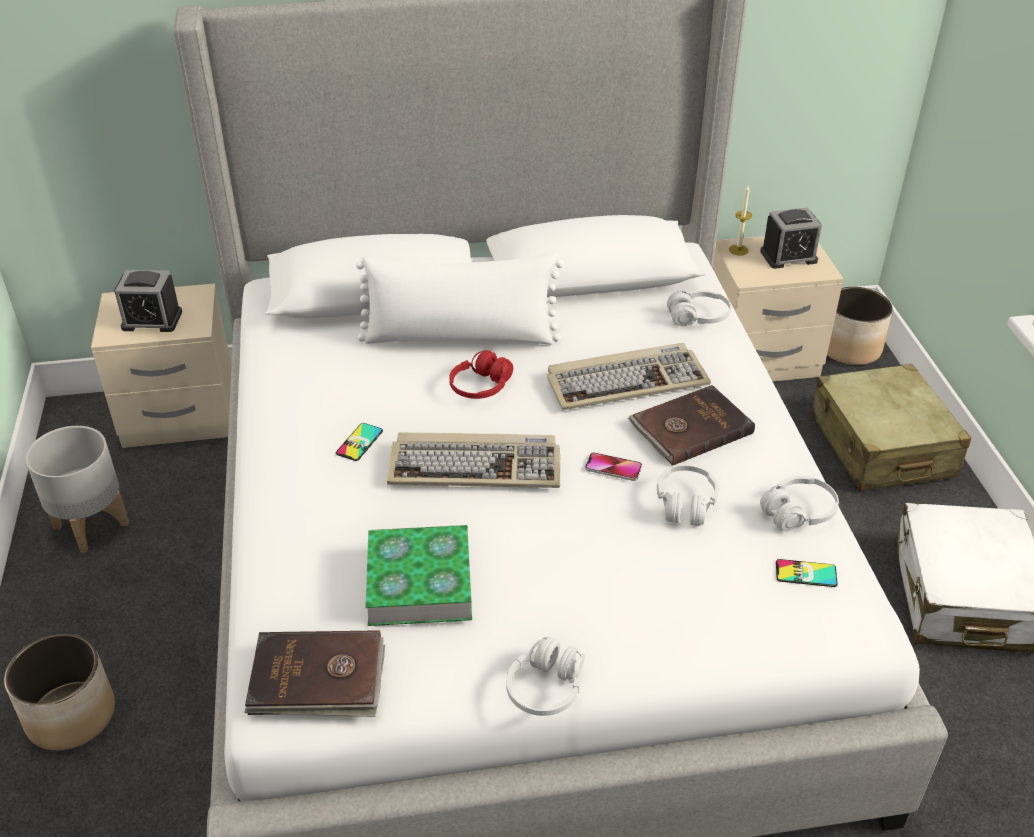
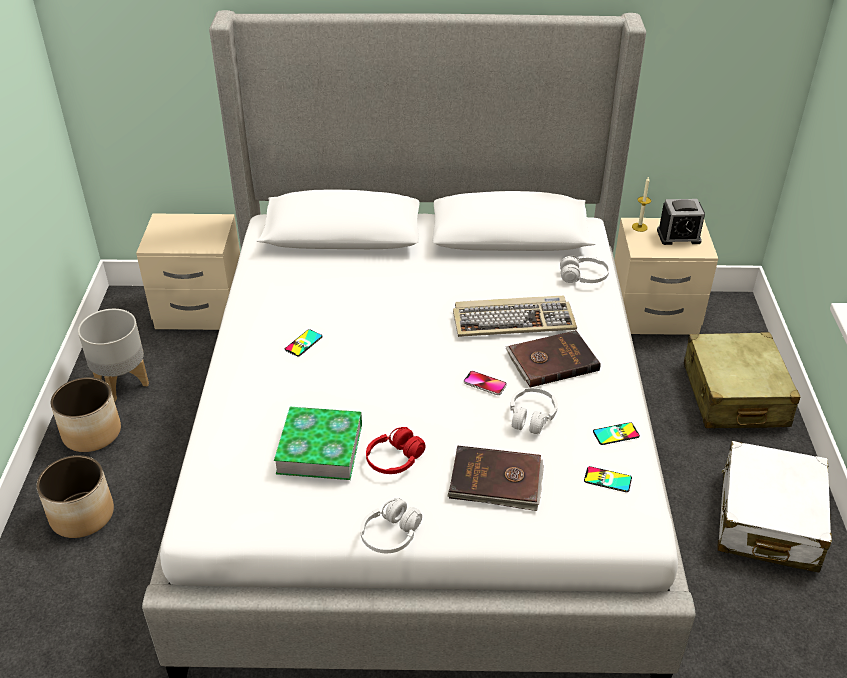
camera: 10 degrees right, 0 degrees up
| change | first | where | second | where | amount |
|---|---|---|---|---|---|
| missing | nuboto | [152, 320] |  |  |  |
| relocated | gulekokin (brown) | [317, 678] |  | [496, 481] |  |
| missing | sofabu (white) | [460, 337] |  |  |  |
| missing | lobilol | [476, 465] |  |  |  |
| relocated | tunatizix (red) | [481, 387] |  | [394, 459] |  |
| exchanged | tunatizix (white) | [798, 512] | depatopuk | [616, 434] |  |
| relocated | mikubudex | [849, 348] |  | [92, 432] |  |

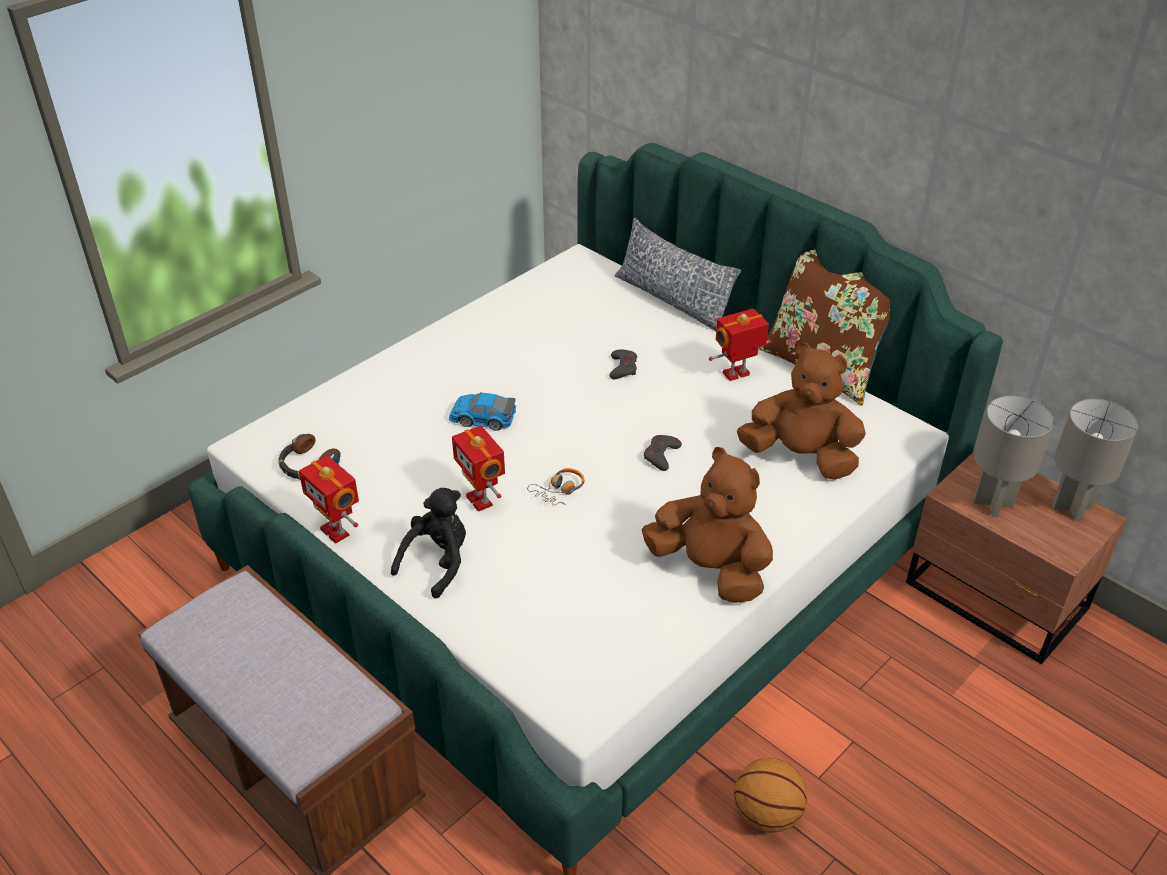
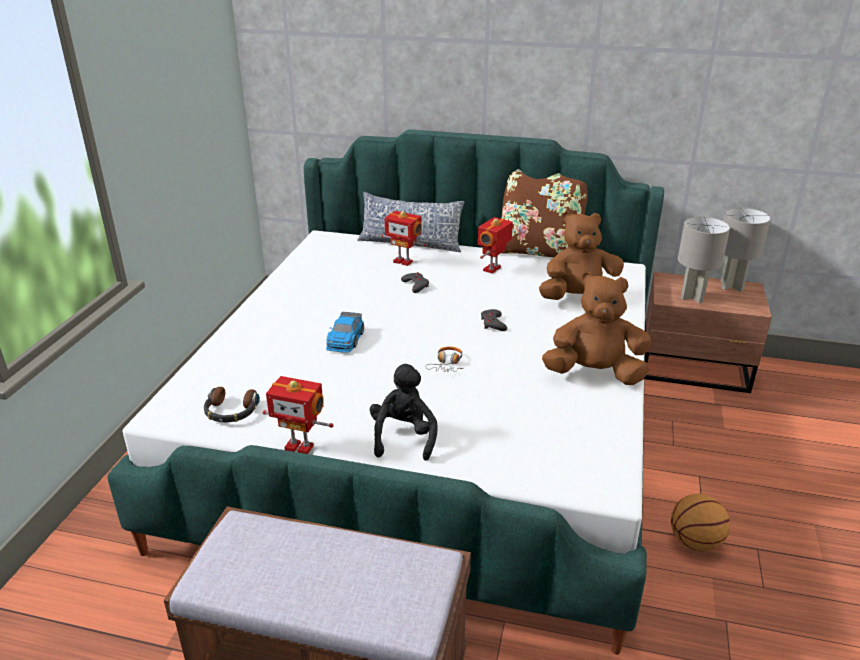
camera: 30 degrees left, 10 degrees down
| change | first | where | second | where | amount |
|---|---|---|---|---|---|
| spun | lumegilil | [482, 418] |  | [345, 340] | 60 degrees counterclockwise |
| relocated | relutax | [481, 500] |  | [403, 261] |  |

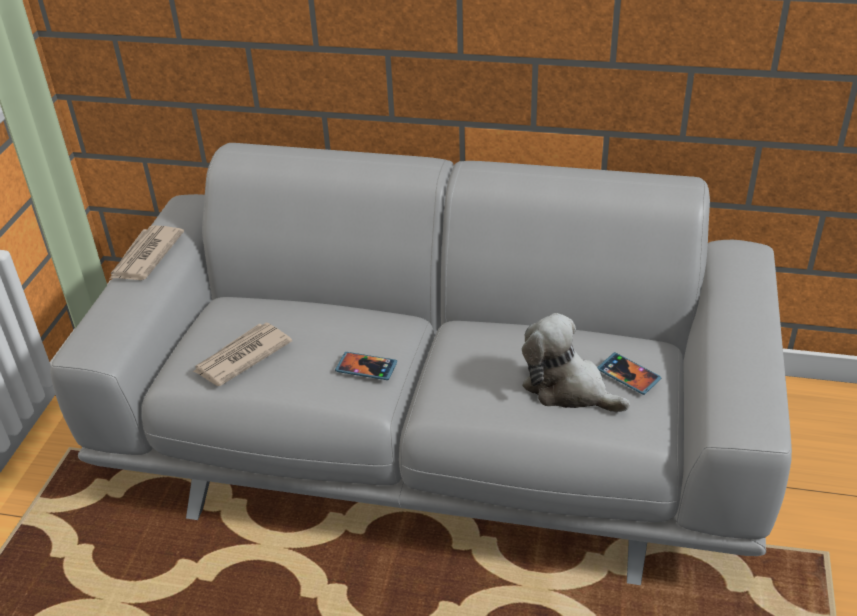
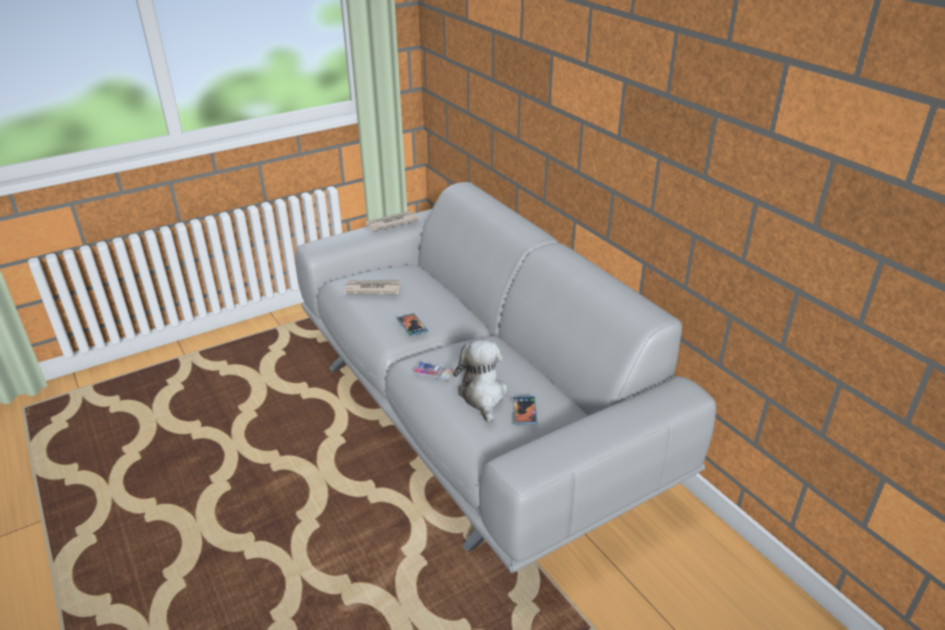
camera: 45 degrees right, 5 degrees down
| change | first | where | second | where | amount |
|---|---|---|---|---|---|
| appeared |  |  | depatopuk | [433, 372] |  |

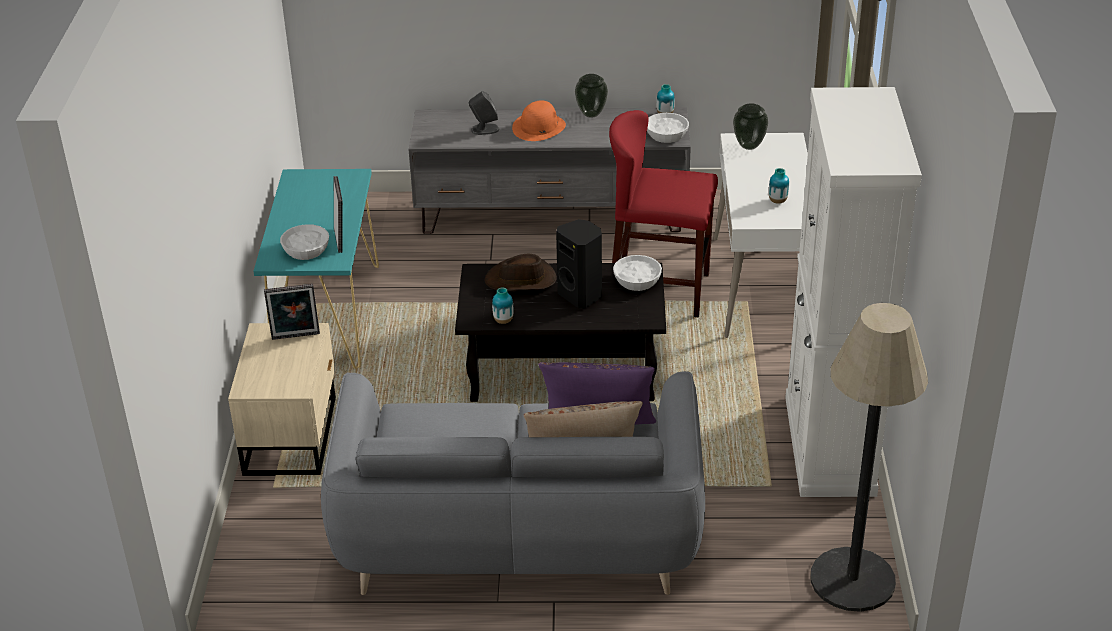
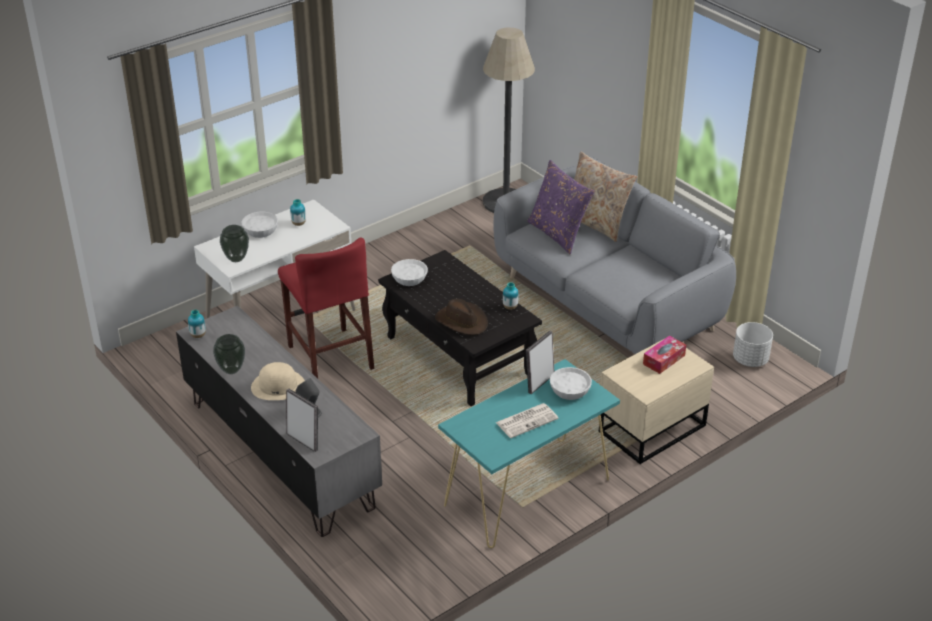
camera: 130 degrees left, 0 degrees up
| change | first | where | second | where | amount |
|---|---|---|---|---|---|
| relocated | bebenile | [296, 337] |  | [304, 440] |  |
| colour | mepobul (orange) | [539, 127] | mepobul (beige) | [278, 386] |  |
| missing | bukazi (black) | [581, 295] |  |  |  |
| relocated | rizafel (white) | [666, 135] |  | [261, 231] |  |
| missing | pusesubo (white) | [829, 446] |  |  |  |
| appeared |  |  | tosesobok | [527, 420] |  |
| appeared |  |  | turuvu | [664, 360] |  |
| appeared |  |  | mikubudex (white) | [750, 360] |  |

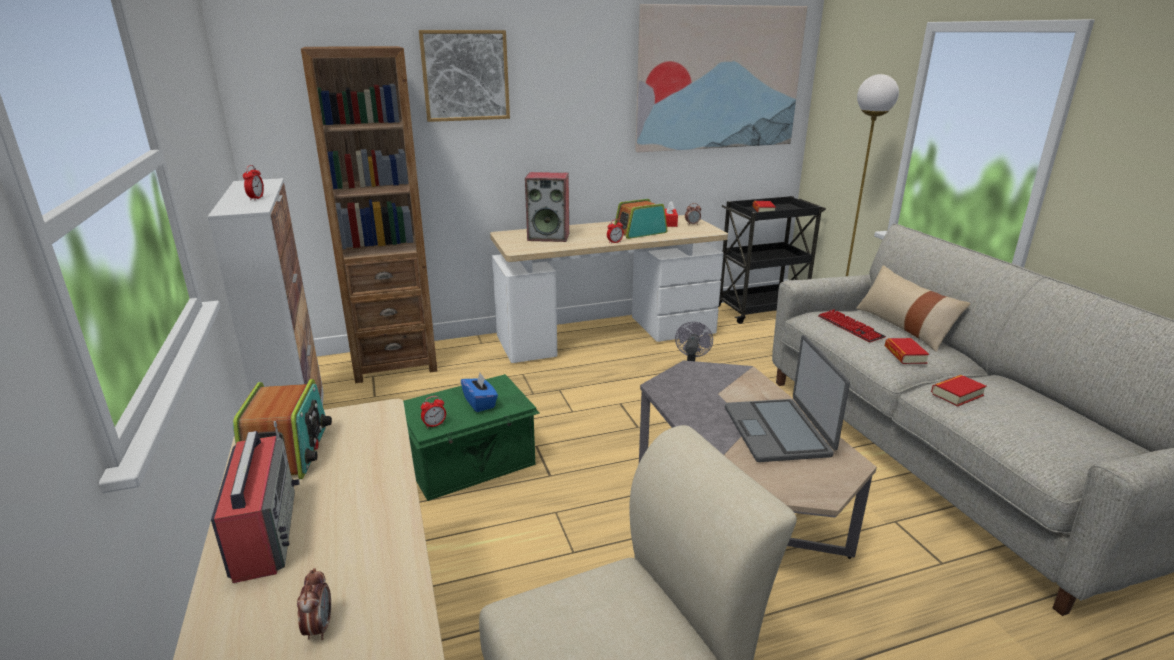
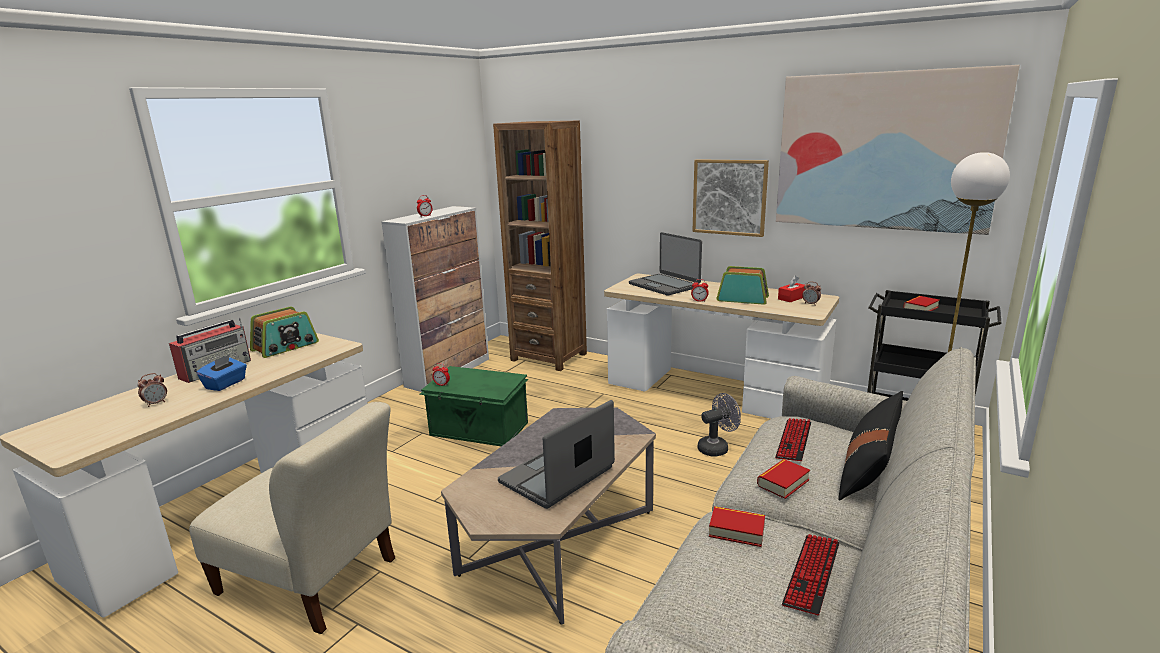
camera: 50 degrees right, 5 degrees down
| change | first | where | second | where | amount |
|---|---|---|---|---|---|
| relocated | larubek | [465, 76] |  | [729, 197] |  |
| relocated | turuvu (blue) | [480, 403] |  | [226, 384] |  |
| exchanged | bukazi | [549, 237] | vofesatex | [664, 285] |  |
| colour | sofabu (beige) | [903, 327] | sofabu (black) | [868, 468] |  |
| appeared |  |  | lobilol | [812, 574] |  |

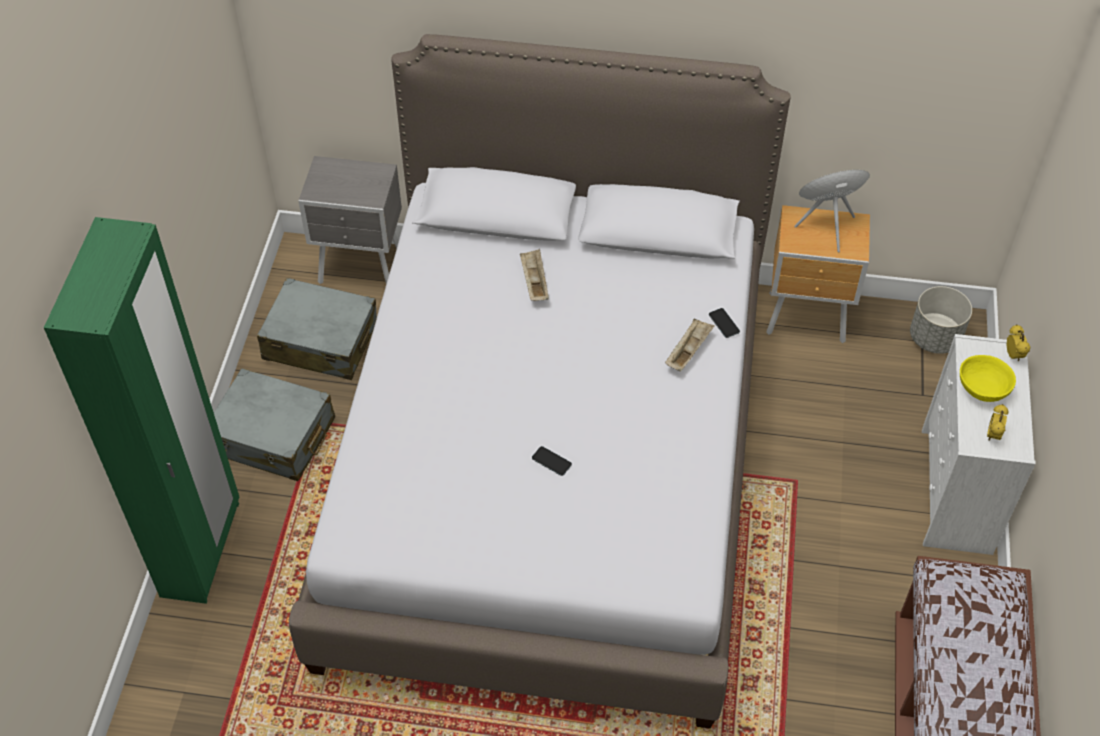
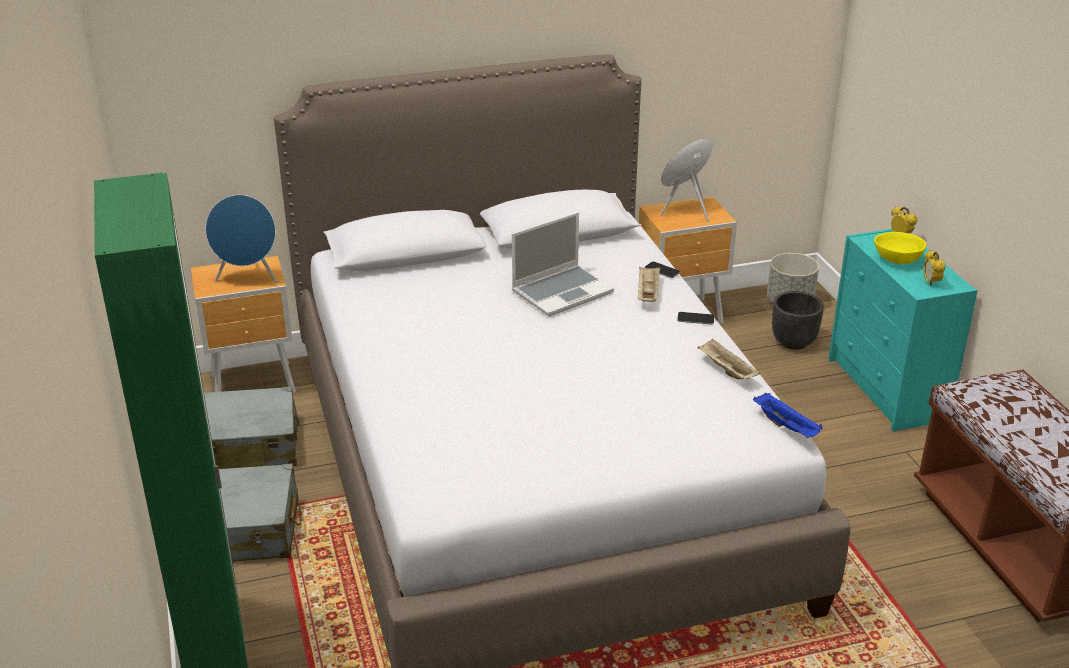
camera: 25 degrees left, 20 degrees down
| change | first | where | second | where | amount |
|---|---|---|---|---|---|
| colour | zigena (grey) | [362, 269] | zigena (brown) | [255, 385] |  |
| relocated | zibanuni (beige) | [534, 282] |  | [725, 370] |  |
| relocated | depatopuk | [551, 461] |  | [695, 318] |  |
| colour | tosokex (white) | [956, 492] | tosokex (turquoise) | [887, 390] |  |
| appeared |  |  | bukazi (blue) | [248, 278] |  |
| appeared |  |  | vofesatex | [562, 291] |  |
| appeared |  |  | zibanuni (blue) | [787, 427] |  |
| appeared |  |  | mikubudex (black) | [792, 342] |  |

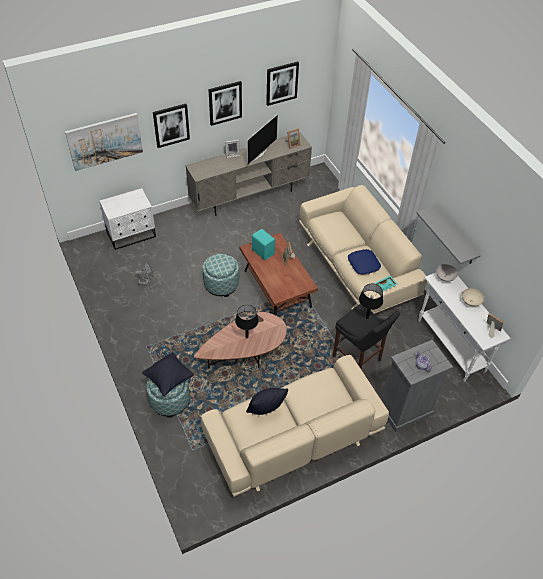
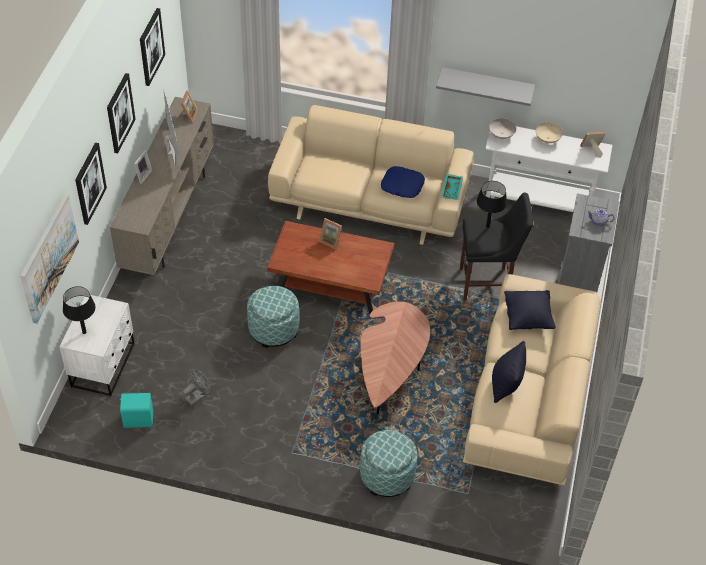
camera: 50 degrees left, 0 degrees up
| change | first | where | second | where | amount |
|---|---|---|---|---|---|
| relocated | sofabu (black) | [169, 379] |  | [527, 318] |  |
| relocated | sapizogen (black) | [247, 337] |  | [84, 332] |  |
| relocated | bukazi (turquoise) | [263, 251] |  | [138, 419] |  |

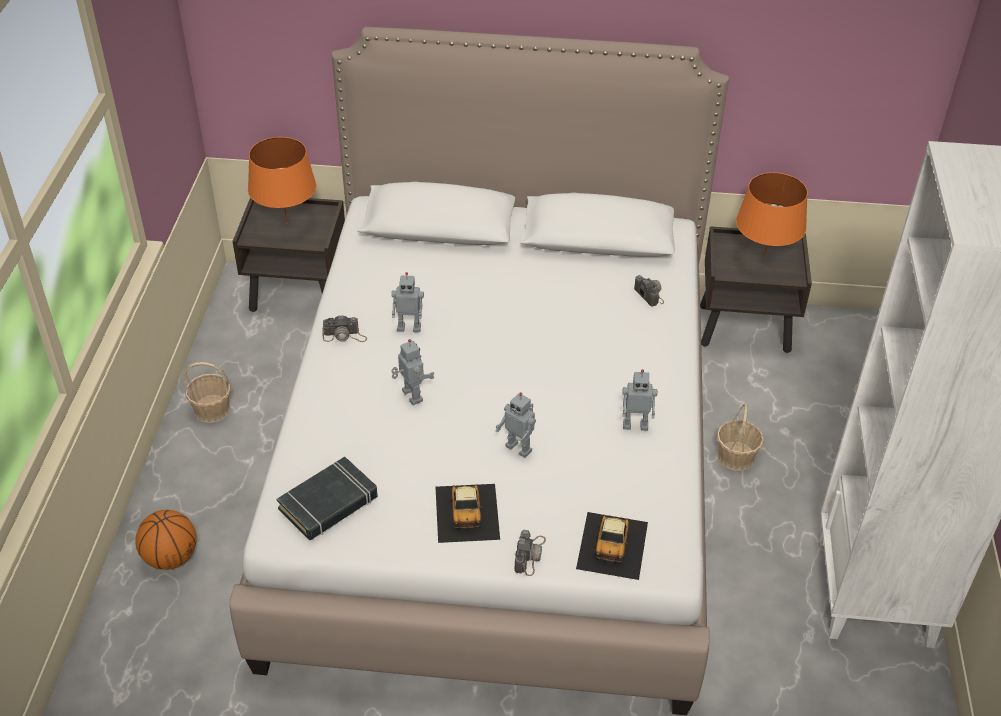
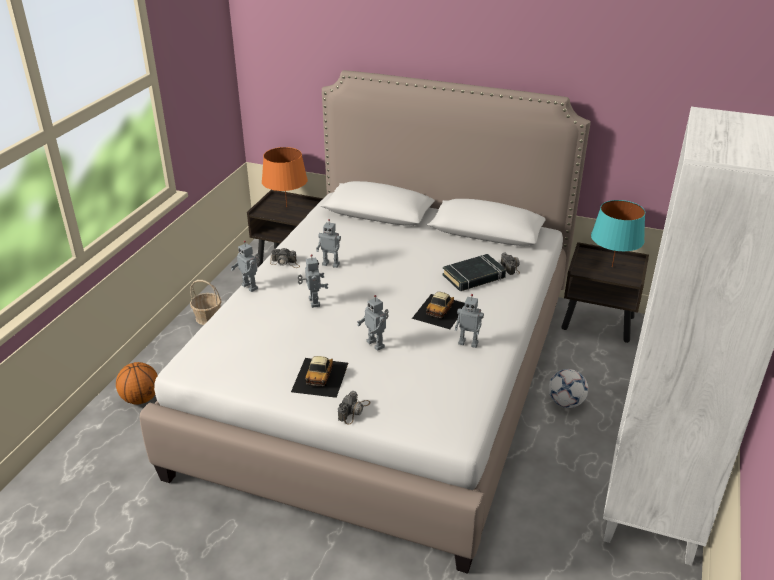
camera: 15 degrees right, 10 degrees down
| change | first | where | second | where | amount |
|---|---|---|---|---|---|
| relocated | gulekokin (black) | [329, 503] |  | [474, 277] |  |
| relocated | lumegilil | [613, 544] |  | [440, 311] |  |
| exchanged | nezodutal | [736, 456] | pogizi | [565, 402] |  |
| colour | sapizogen (orange) | [763, 259] | sapizogen (turquoise) | [611, 267] |  |
| appeared |  |  | relutax | [250, 287] |  |

